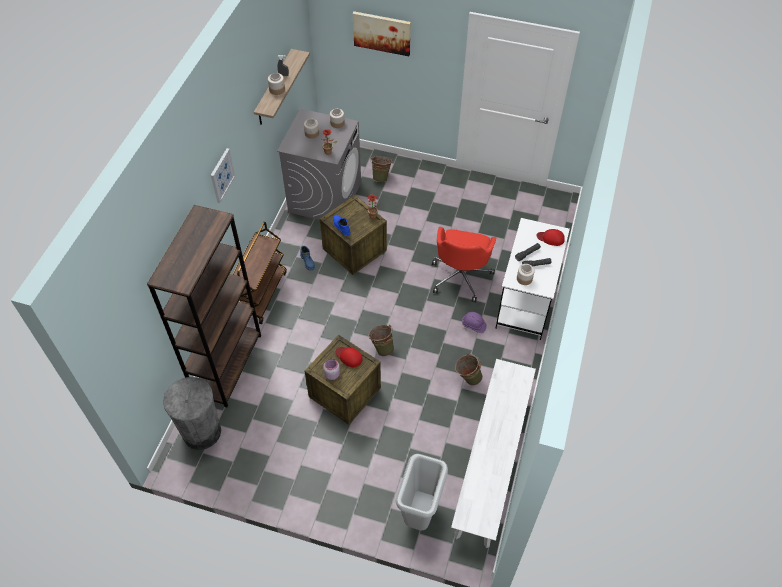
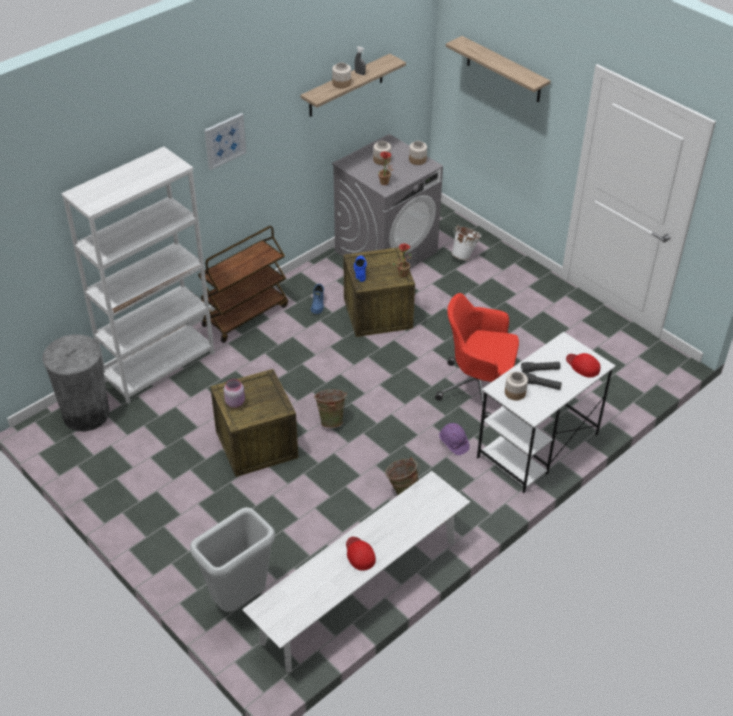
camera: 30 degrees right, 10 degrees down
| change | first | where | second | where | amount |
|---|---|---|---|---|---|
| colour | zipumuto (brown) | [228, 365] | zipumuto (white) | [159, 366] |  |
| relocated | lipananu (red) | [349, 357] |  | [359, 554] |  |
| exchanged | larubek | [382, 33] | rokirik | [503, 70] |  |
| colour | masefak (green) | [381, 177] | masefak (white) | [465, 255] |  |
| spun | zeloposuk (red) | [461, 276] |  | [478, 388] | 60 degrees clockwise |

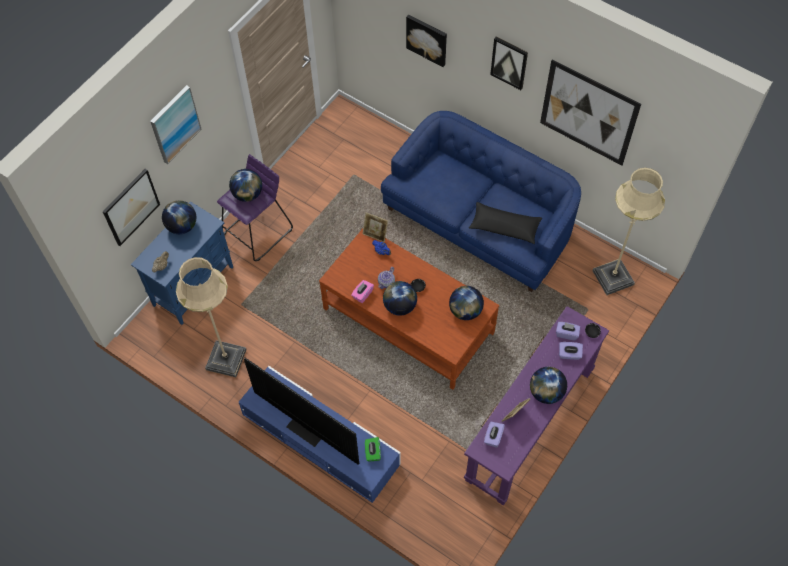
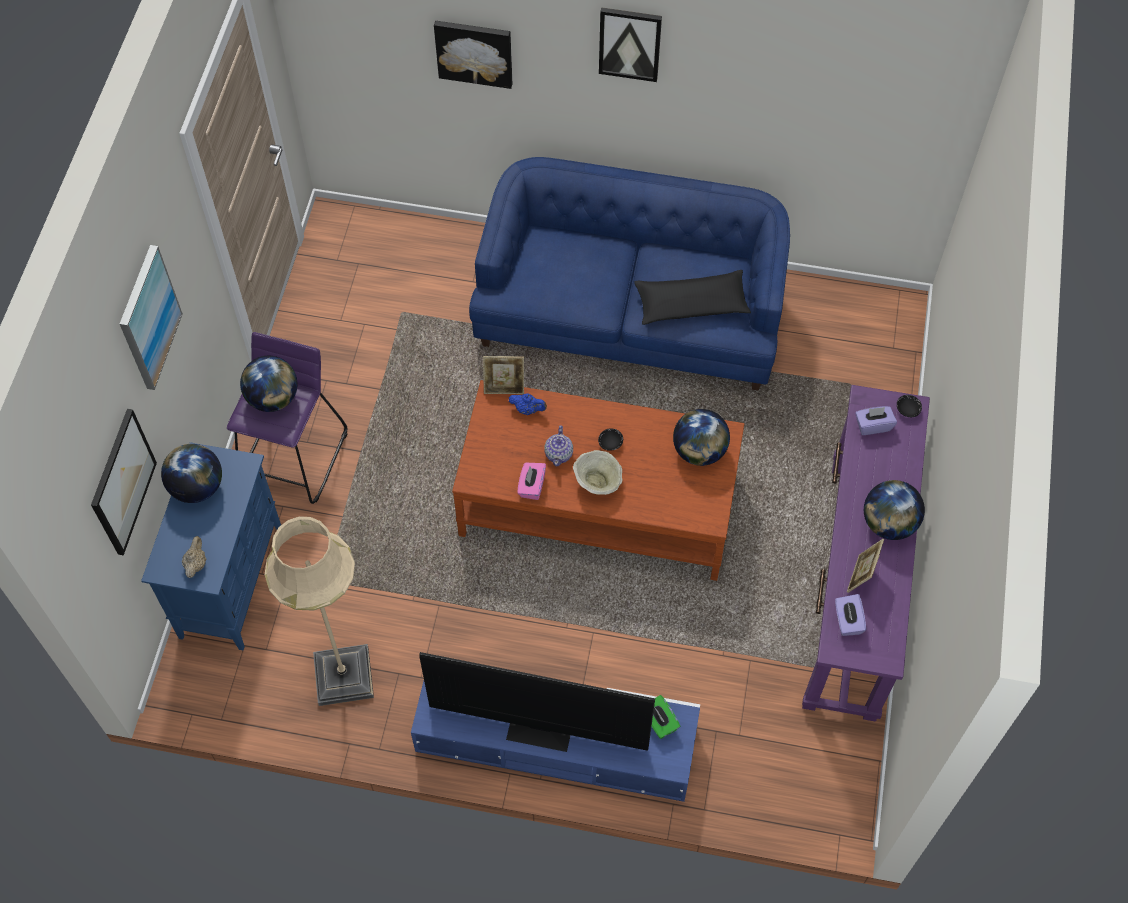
camera: 25 degrees left, 0 degrees up
| change | first | where | second | where | amount |
|---|---|---|---|---|---|
| exchanged | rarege | [400, 306] | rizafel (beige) | [598, 482] |  |
| missing | larubek | [588, 113] |  |  |  |
| missing | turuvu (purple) | [569, 354] |  |  |  |
| missing | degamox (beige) | [613, 278] |  |  |  |

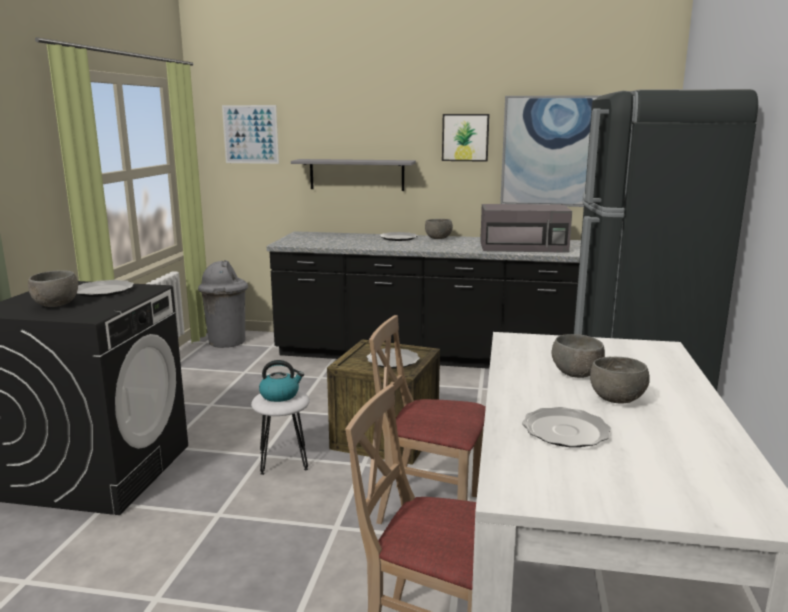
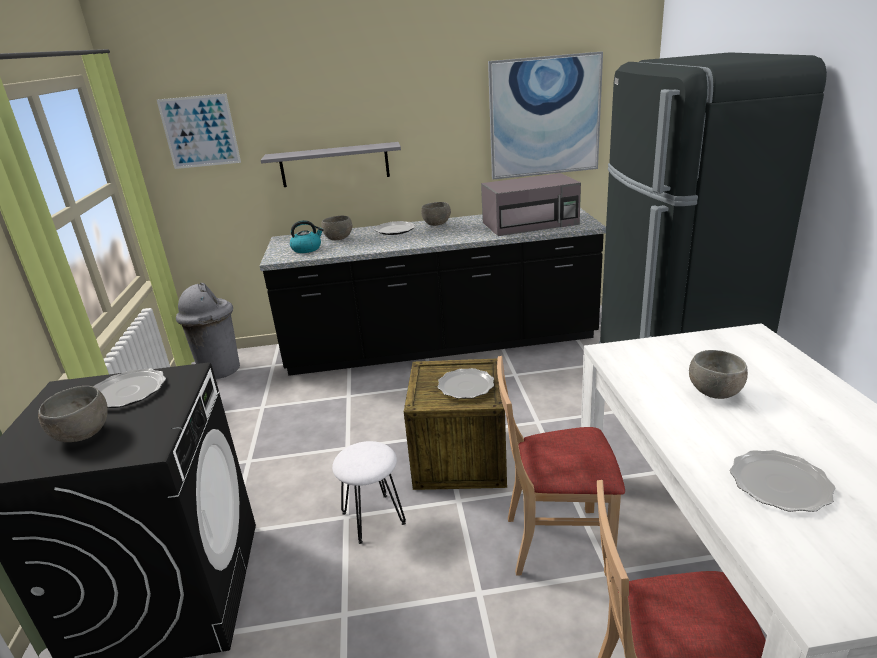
camera: 15 degrees left, 10 degrees up
| change | first | where | second | where | amount |
|---|---|---|---|---|---|
| relocated | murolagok | [280, 395] |  | [307, 249] |  |
| missing | larubek | [465, 137] |  |  |  |
| relocated | rizafel (grey) | [617, 399] |  | [339, 239] |  |

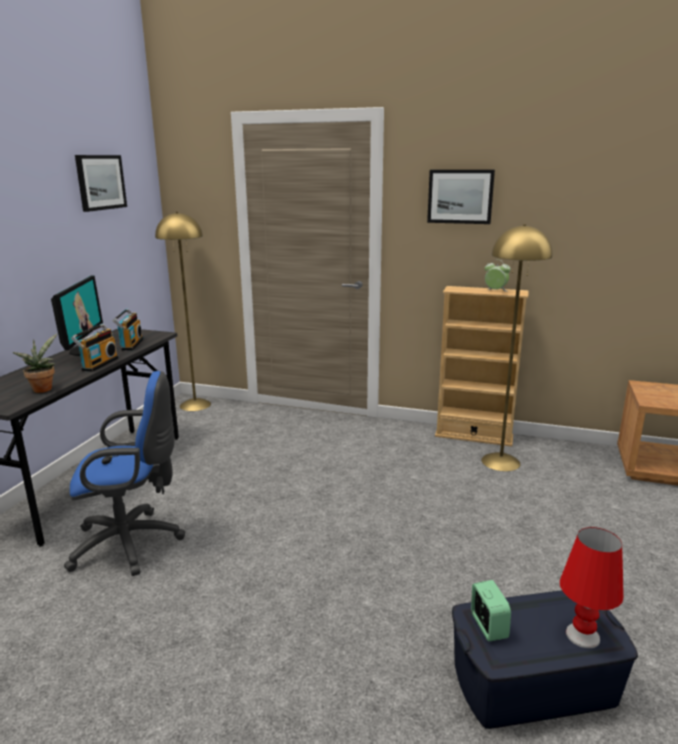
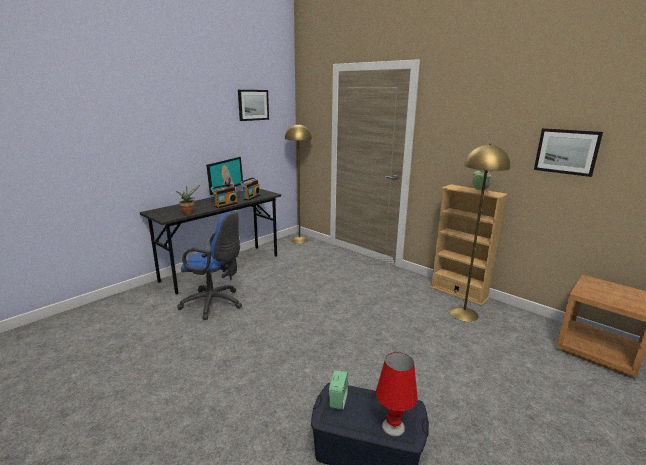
camera: 25 degrees right, 0 degrees up
| change | first | where | second | where | amount |
|---|---|---|---|---|---|
| relocated | larubek | [460, 196] |  | [566, 151] |  |

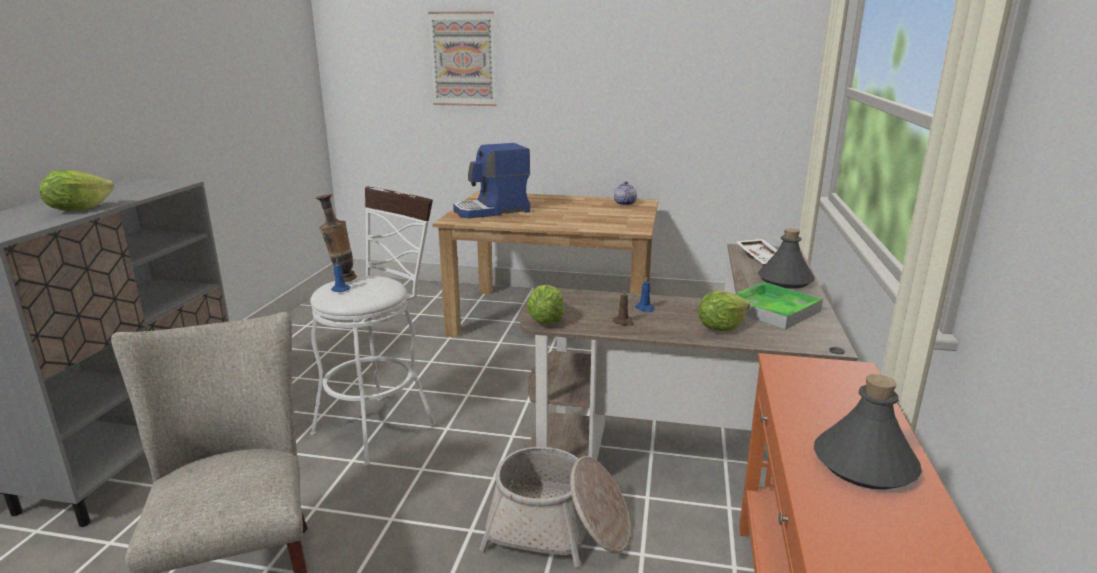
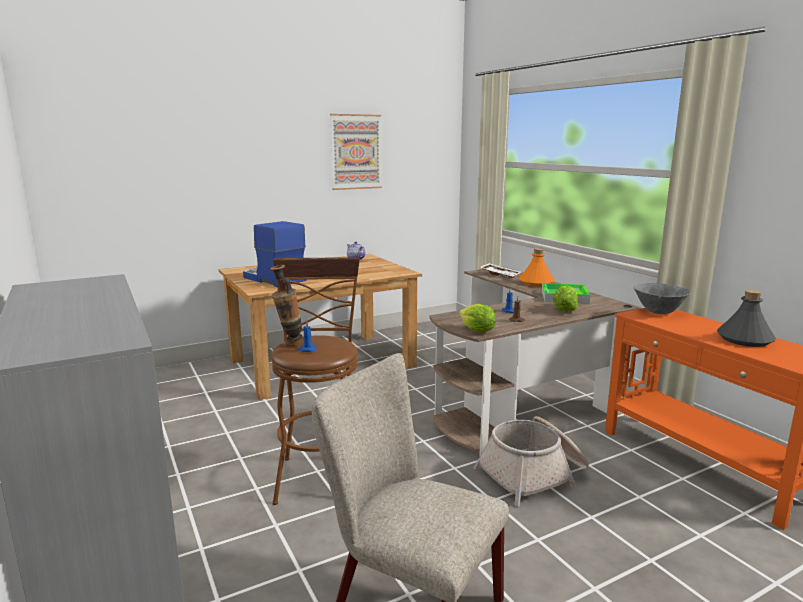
camera: 40 degrees left, 5 degrees down
| change | first | where | second | where | amount |
|---|---|---|---|---|---|
| missing | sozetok | [78, 209] |  |  |  |
| colour | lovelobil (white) | [382, 425] | lovelobil (brown) | [320, 473] |  |
| relocated | larubek | [463, 59] |  | [356, 152] |  |
| spun | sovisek | [492, 211] |  | [273, 279] | 105 degrees clockwise |
| colour | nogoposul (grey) | [784, 281] | nogoposul (orange) | [536, 283] |  |
| appeared |  |  | rizafel (grey) | [659, 312] |  |

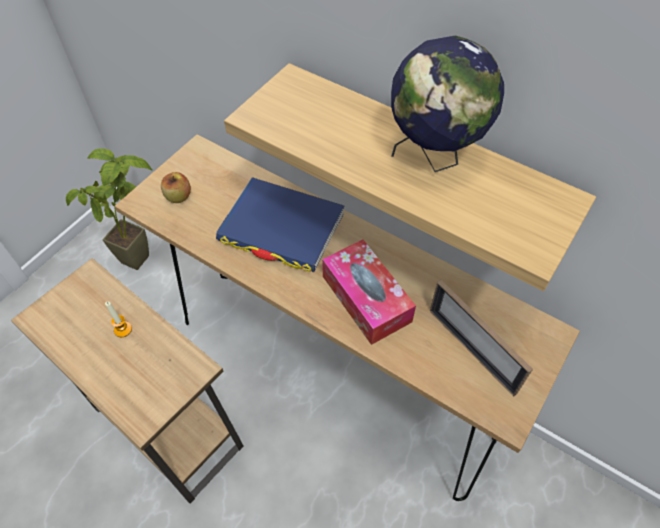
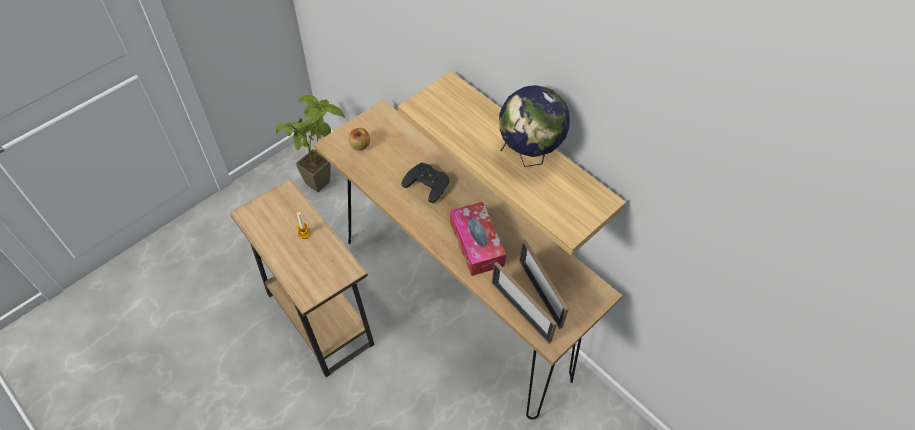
camera: 10 degrees right, 0 degrees up
| change | first | where | second | where | amount |
|---|---|---|---|---|---|
| exchanged | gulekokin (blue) | [281, 228] | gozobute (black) | [429, 182] |  |
| appeared |  |  | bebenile | [520, 311] |  |

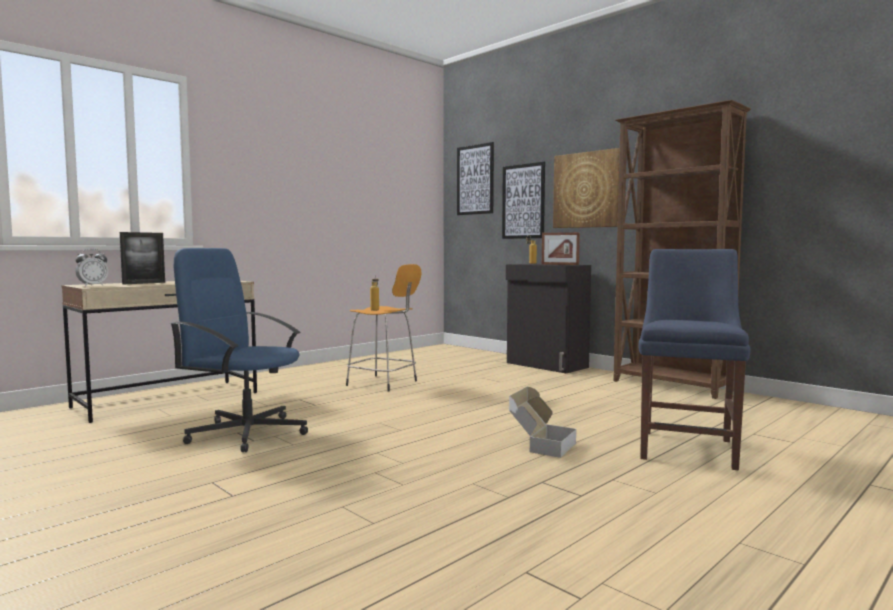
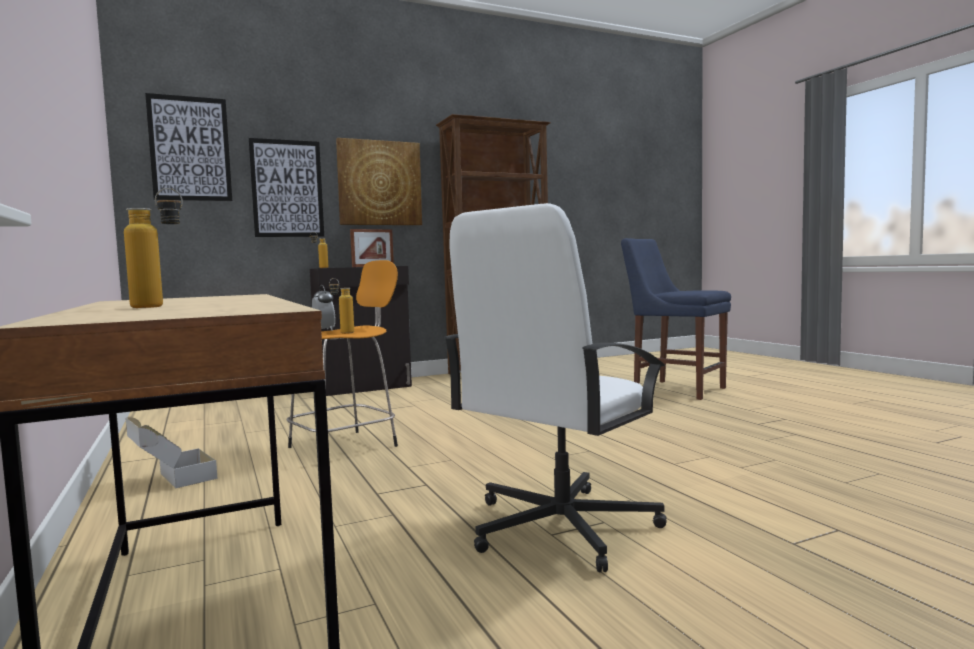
camera: 70 degrees left, 0 degrees up
| change | first | where | second | where | amount |
|---|---|---|---|---|---|
| relocated | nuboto | [92, 286] |  | [324, 330] |  |
| exchanged | bebenile | [144, 283] | nogoposul | [160, 306] |  |
| colour | zeloposuk (blue) | [246, 433] | zeloposuk (white) | [559, 527] |  |
| relocated | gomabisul | [540, 445] |  | [171, 480] |  |

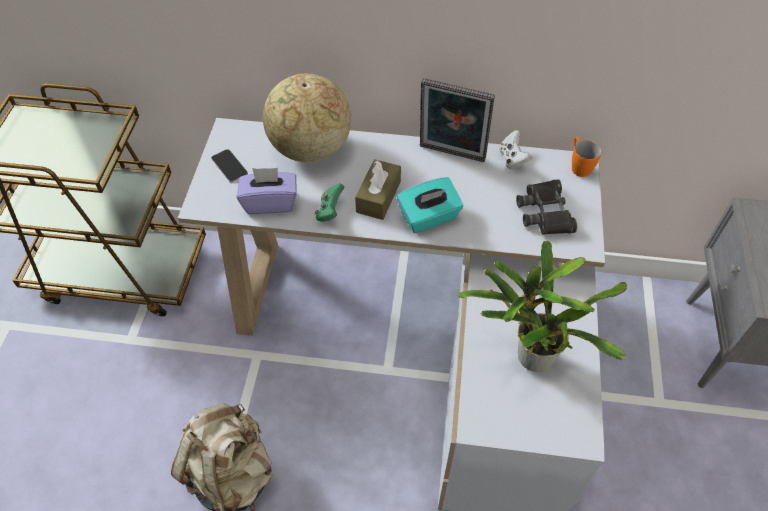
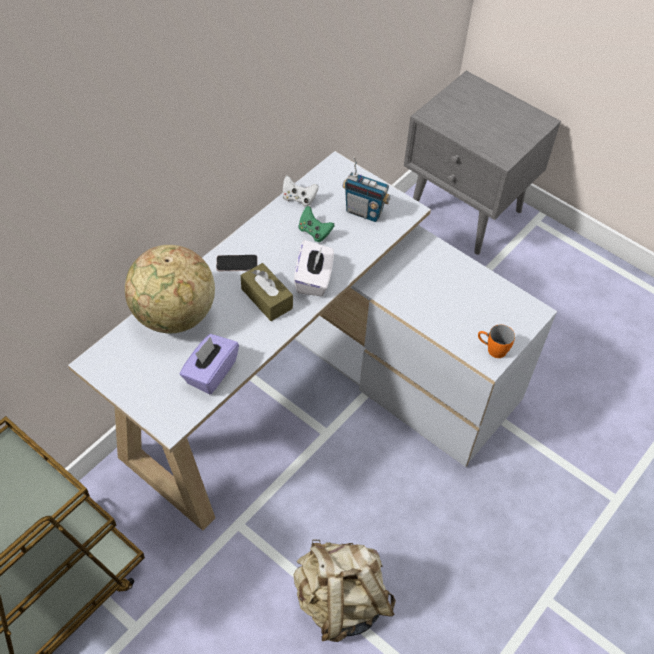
camera: 60 degrees left, 0 degrees up
| change | first | where | second | where | amount |
|---|---|---|---|---|---|
| relocated | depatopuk | [229, 166] |  | [237, 263] |  |
| relocated | gozobute (green) | [330, 211] |  | [314, 232] |  |
| colour | turuvu (turquoise) | [429, 217] | turuvu (white) | [314, 279] |  |
| missing | bebenile | [451, 155] |  |  |  |
| missing | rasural | [529, 355] |  |  |  |
| exchanged | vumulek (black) | [545, 212] | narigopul | [364, 212] |  |
| relocated | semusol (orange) | [578, 166] |  | [492, 349] |  |

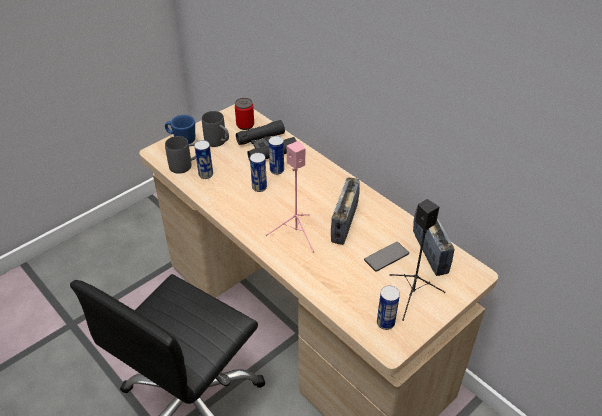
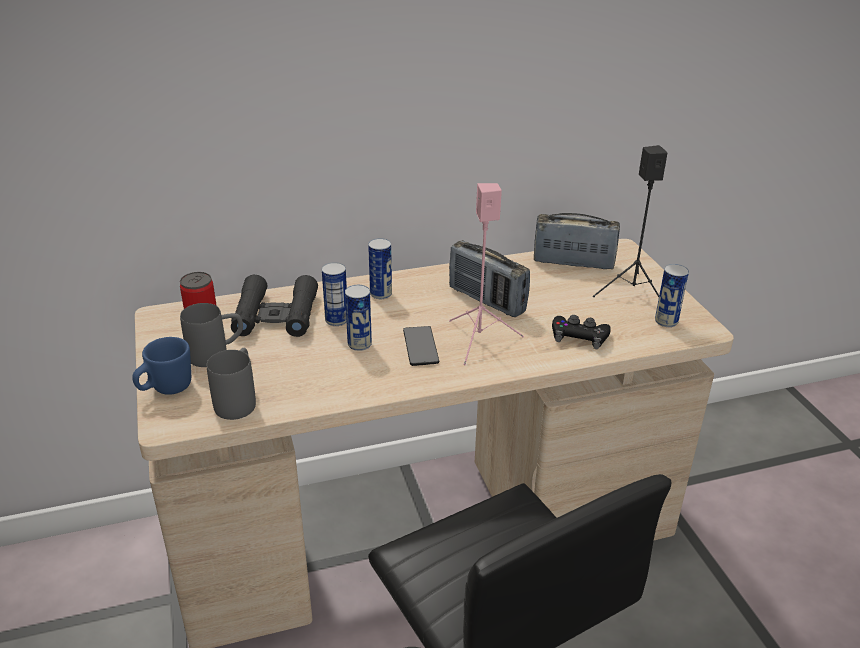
camera: 65 degrees left, 10 degrees down
| change | first | where | second | where | amount |
|---|---|---|---|---|---|
| relocated | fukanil | [206, 174] |  | [381, 294] |  |
| relocated | depatopuk | [386, 257] |  | [420, 347] |  |
| appeared |  |  | gozobute (black) | [579, 336] |  |

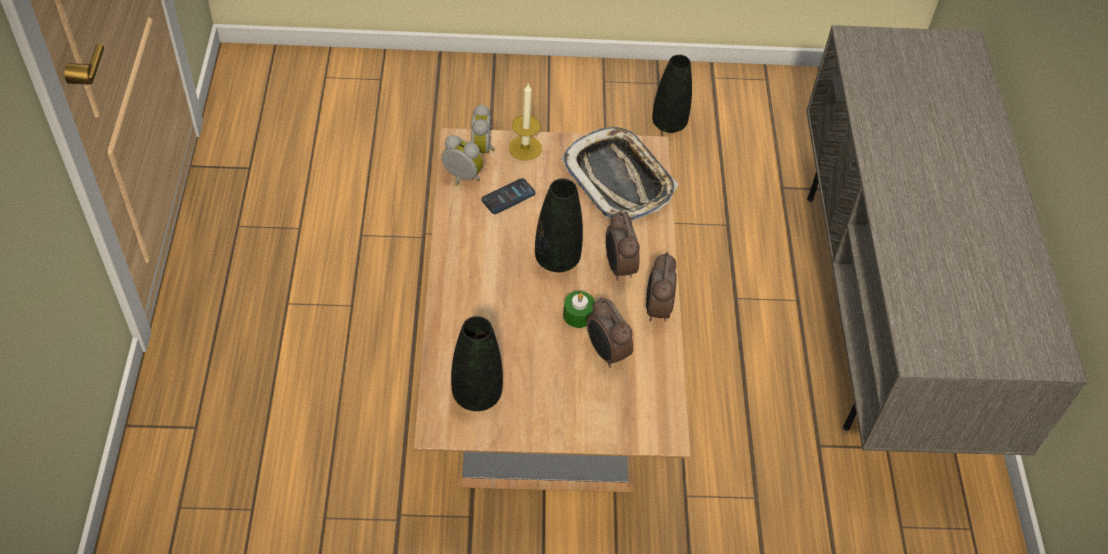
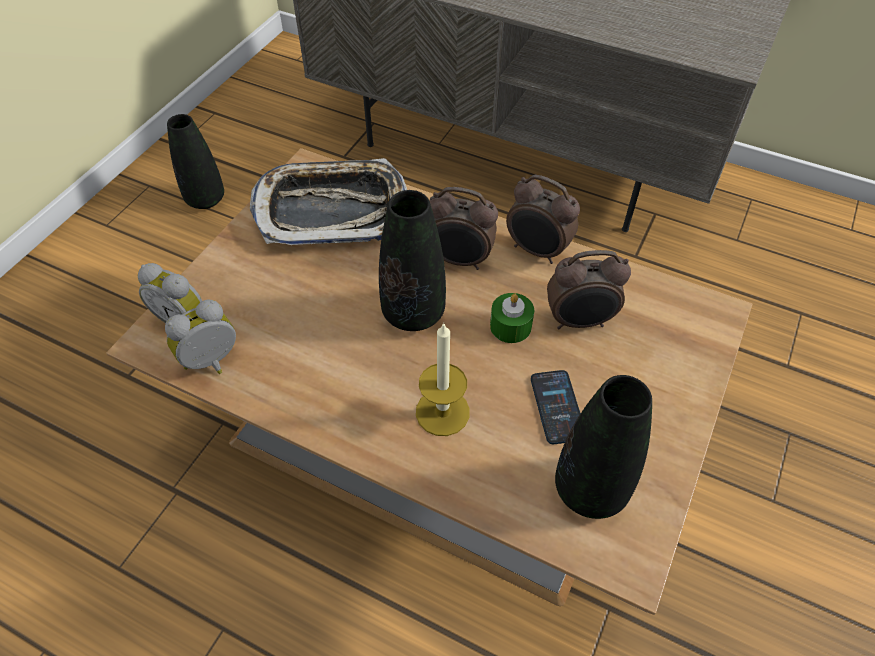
camera: 60 degrees left, 0 degrees up
| change | first | where | second | where | amount |
|---|---|---|---|---|---|
| relocated | depatopuk | [508, 197] |  | [557, 407] |  |
| relocated | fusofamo | [525, 148] |  | [442, 412] |  |

